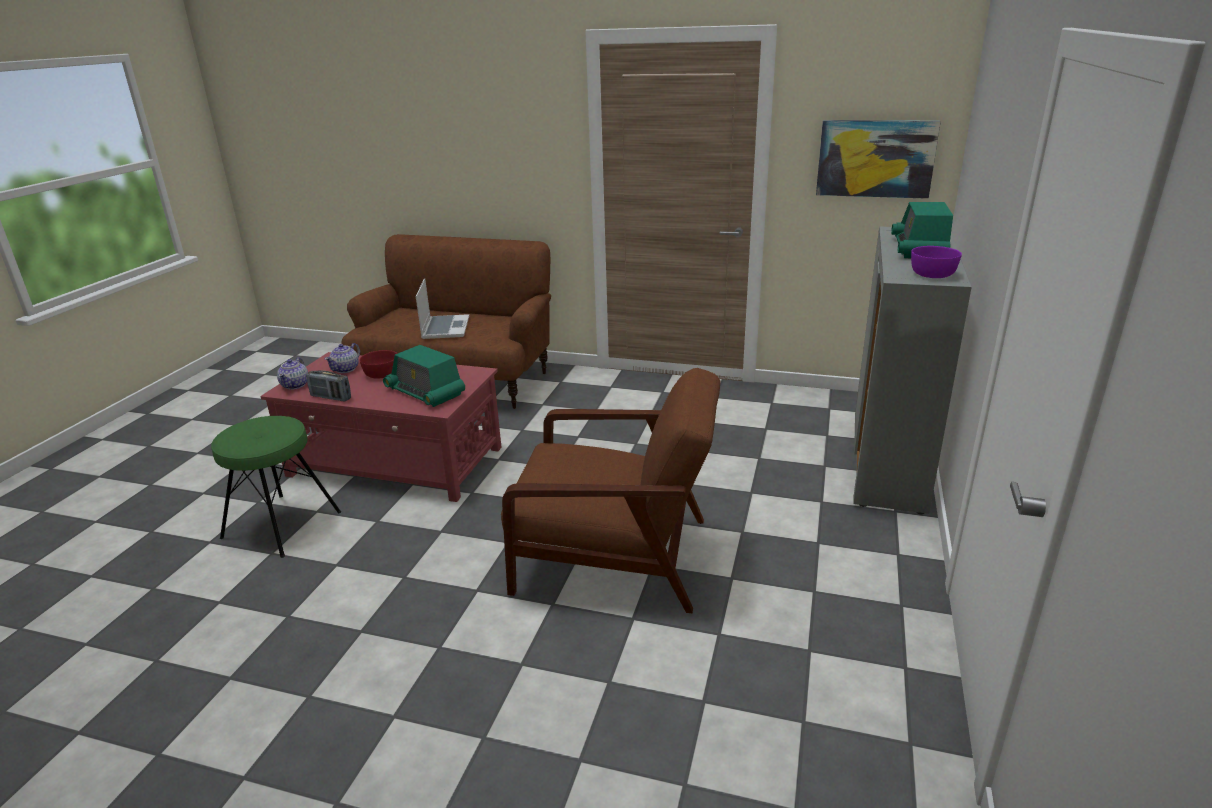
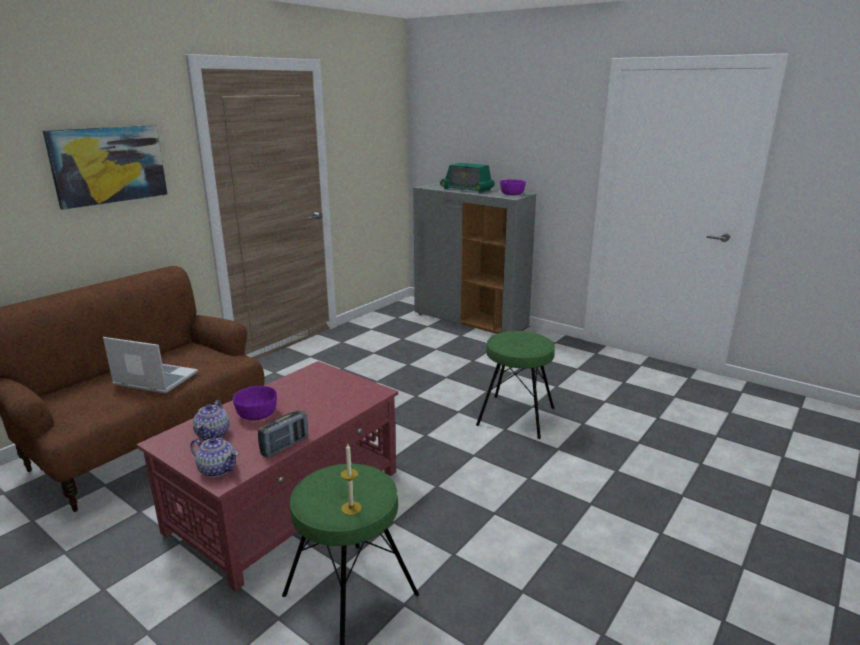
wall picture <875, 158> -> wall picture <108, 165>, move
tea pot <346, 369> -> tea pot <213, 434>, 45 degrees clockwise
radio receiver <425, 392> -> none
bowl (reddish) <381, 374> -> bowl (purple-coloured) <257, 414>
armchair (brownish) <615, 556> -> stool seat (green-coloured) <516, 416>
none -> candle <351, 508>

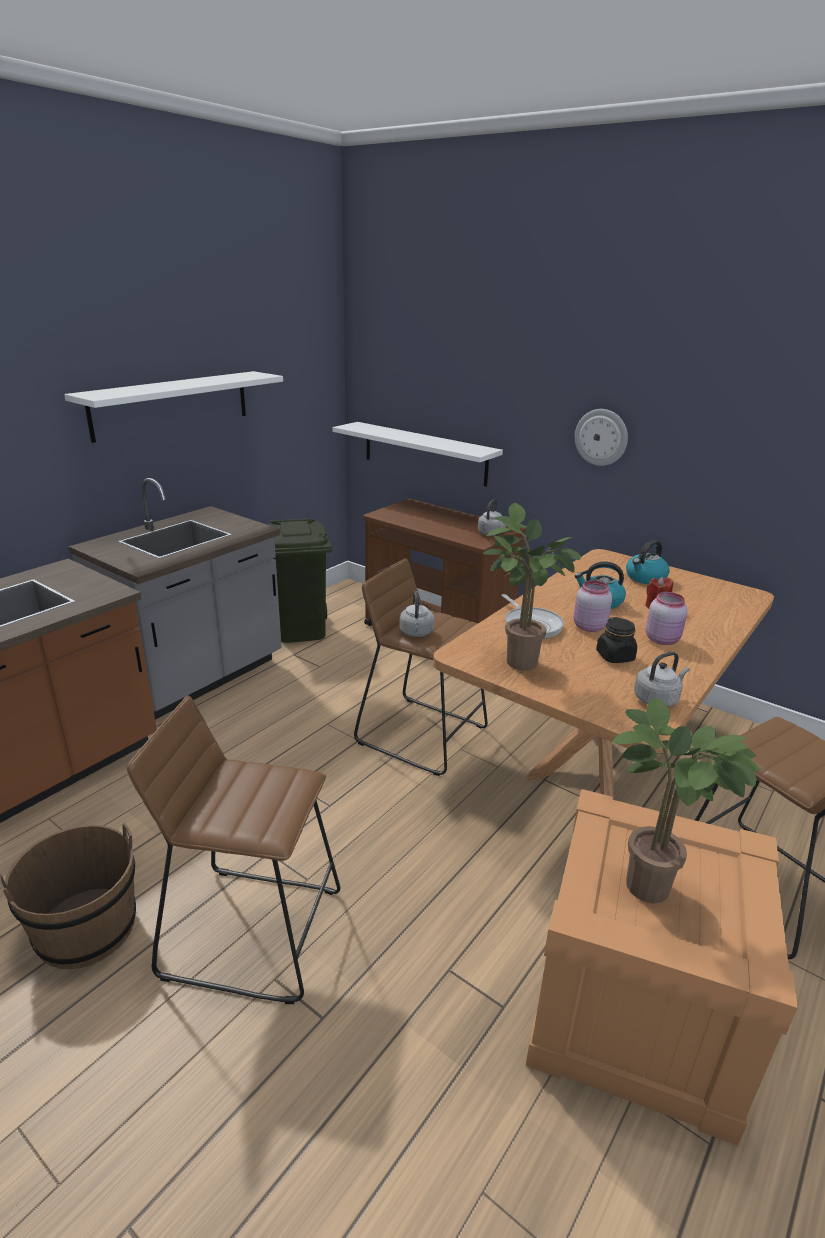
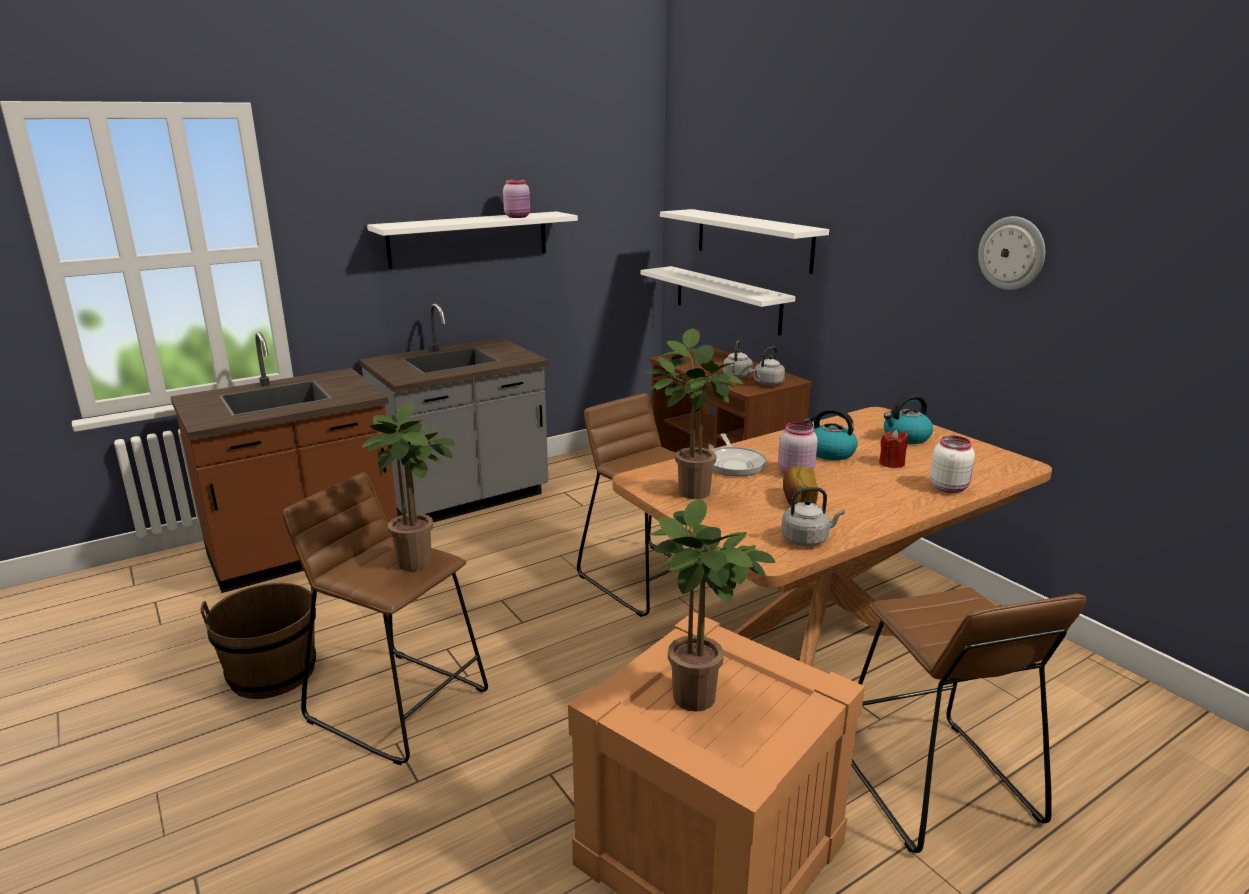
hanging clock <601, 437> -> hanging clock <1012, 253>, move
rubbish bin (green-coloured) <299, 629> -> none
kettle (gray) <416, 633> -> kettle (gray) <737, 376>, move
jar (pink-coloured) <662, 639> -> jar (pink-coloured) <518, 217>, move
jar (black) <615, 656> -> bakery bread <798, 500>
none -> wall shelf (whitish) <753, 239>
none -> houseplant <419, 564>
none -> jar (whitish) <949, 487>

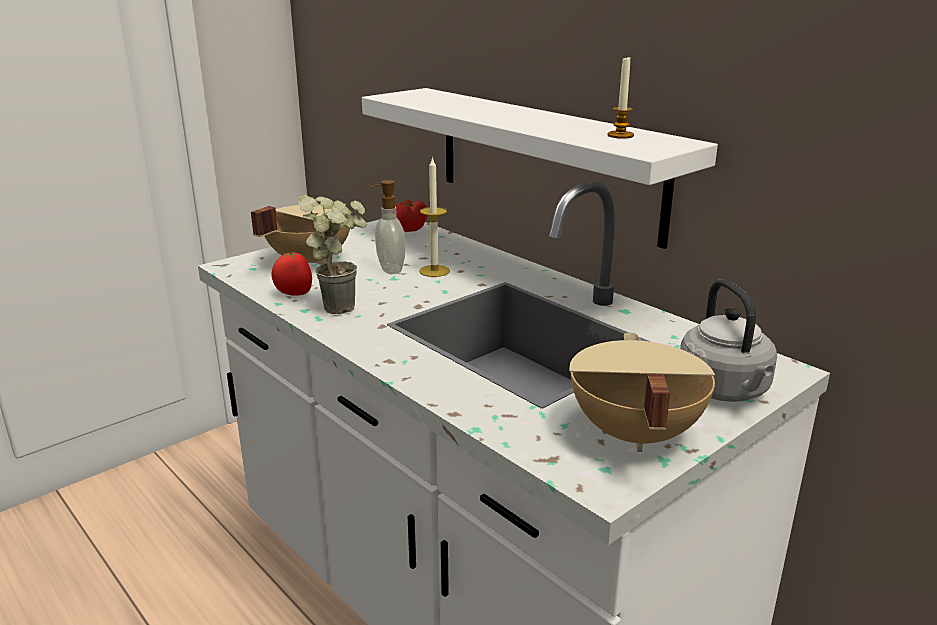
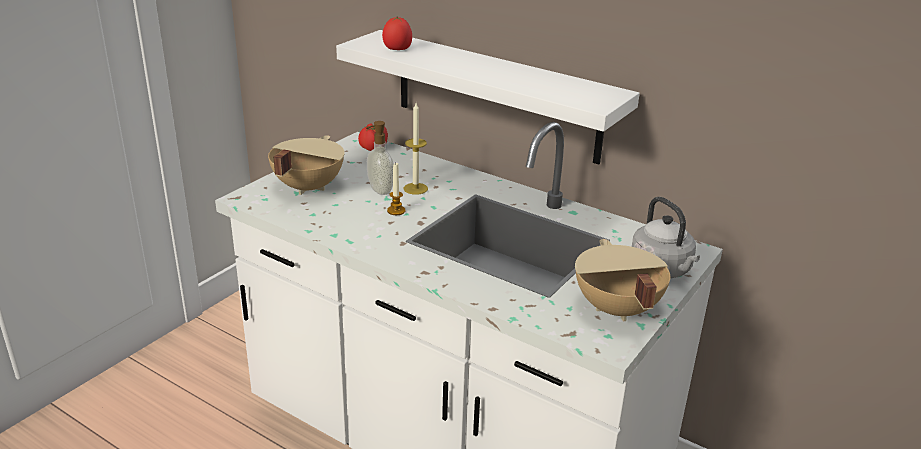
candle <620, 135> -> candle <396, 211>, move
houseplant <342, 305> -> none
tomato <294, 294> -> tomato <397, 50>, move

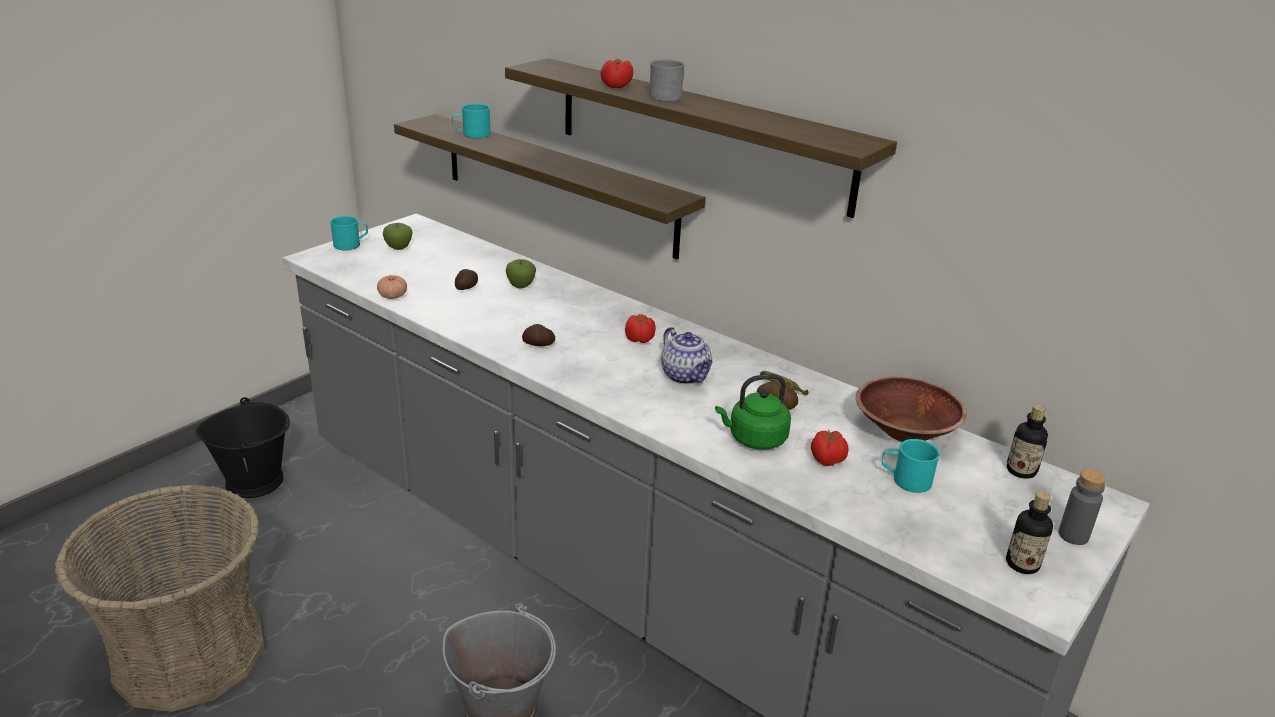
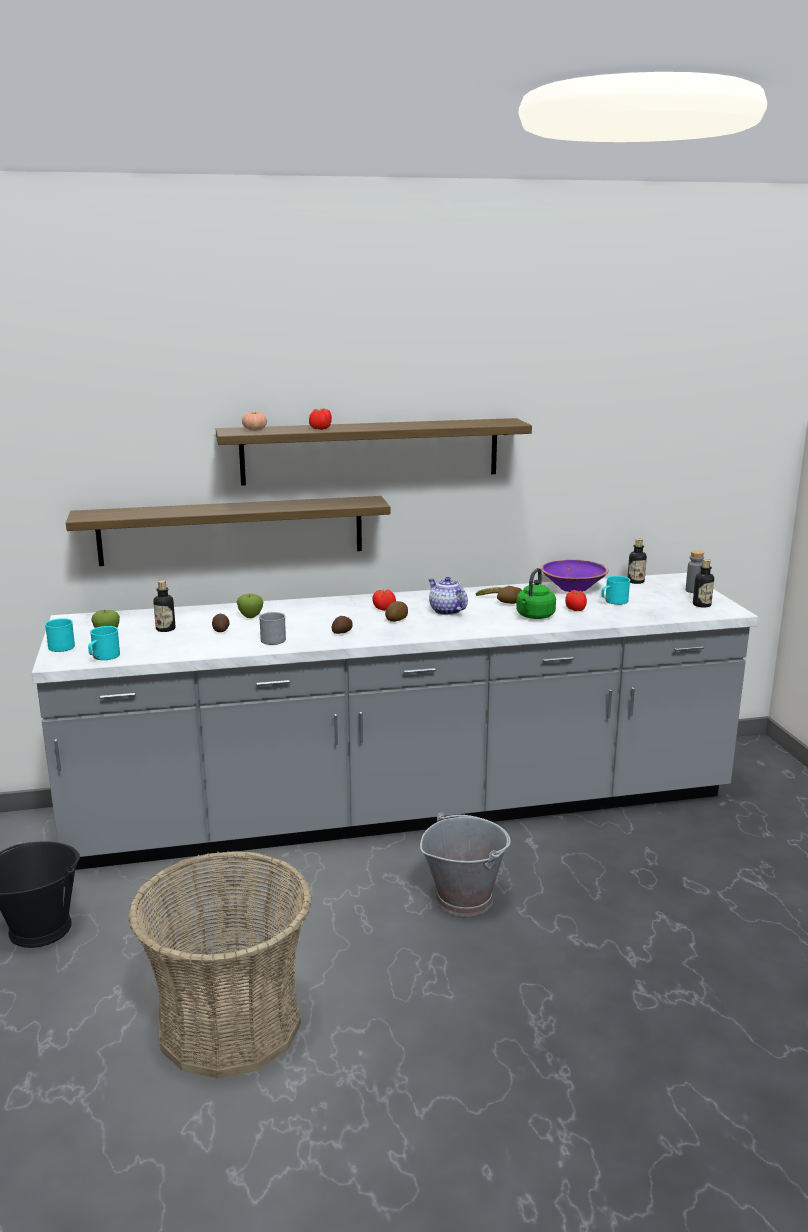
mug (gray) <668, 96> -> mug (gray) <272, 639>, move
mug (turquoise) <472, 134> -> mug (turquoise) <103, 657>, move
tomato <393, 296> -> tomato <254, 430>, move
tea pot <686, 376> -> tea pot <446, 611>, 135 degrees counterclockwise
bowl (brownish) <905, 431> -> bowl (purple-coloured) <573, 588>
none -> beverage bottle <165, 629>
none -> potato <396, 619>

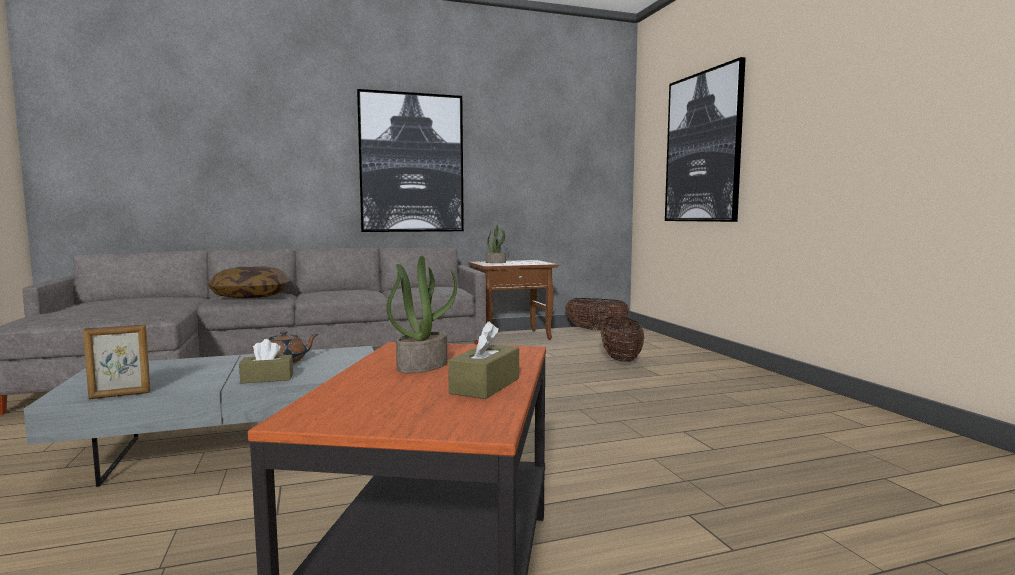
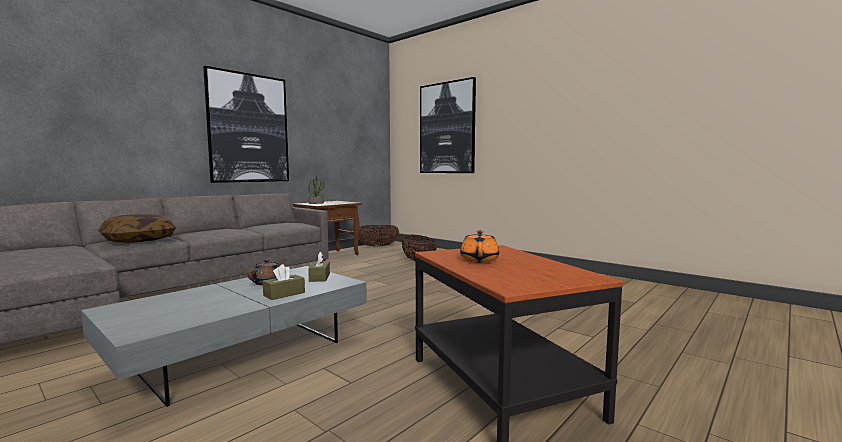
houseplant <422, 366> -> tea pot (orange-coloured) <479, 260>
box of tissues (brownish) <485, 386> -> box of tissues (brownish) <319, 277>, move
picture frame <120, 395> -> none

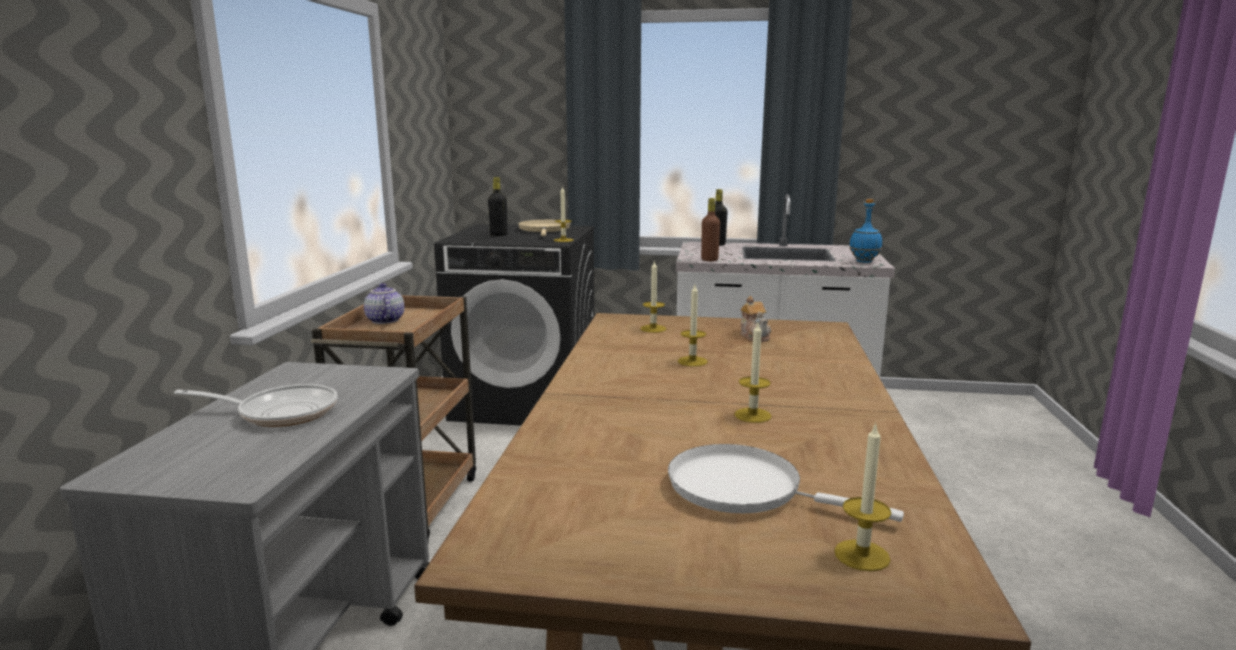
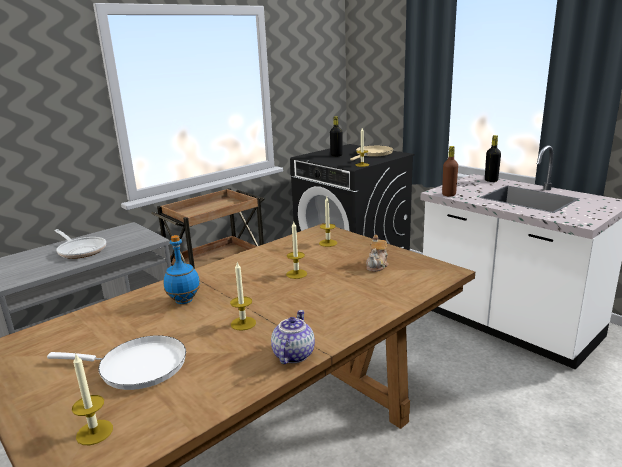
beverage bottle (bluish) <863, 261> -> beverage bottle (bluish) <184, 300>, move
tea pot <384, 320> -> tea pot <292, 354>, move
pan (whitish) <743, 489> -> pan (whitish) <137, 366>, 120 degrees clockwise

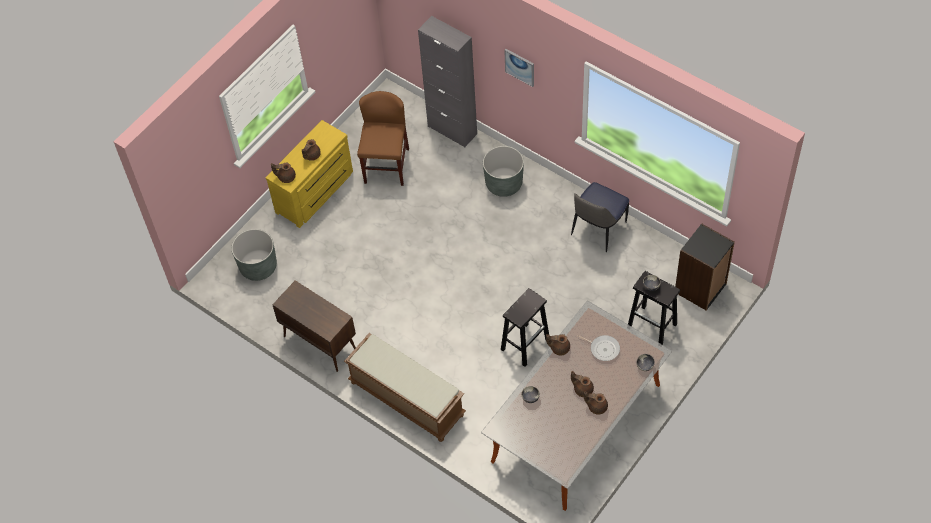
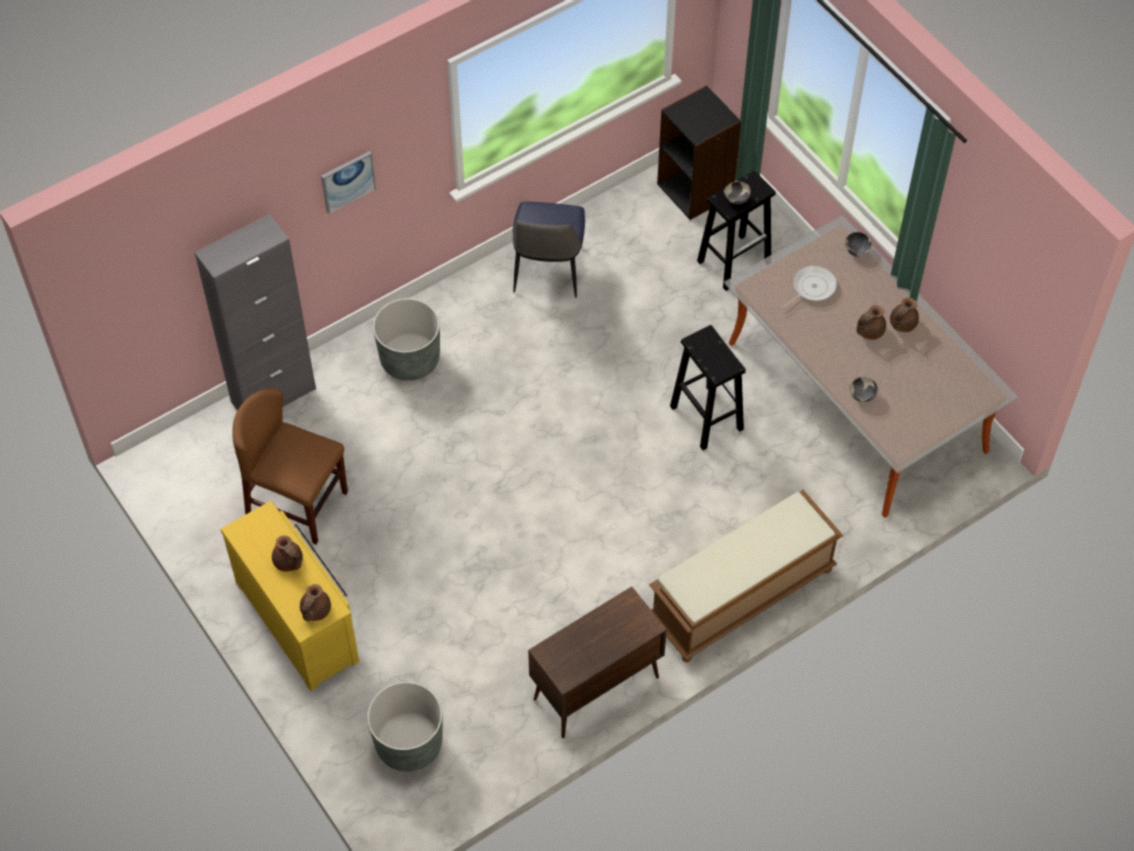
upright chair <598, 230> -> upright chair <548, 272>, 45 degrees clockwise
tea pot (brownish) <559, 348> -> none

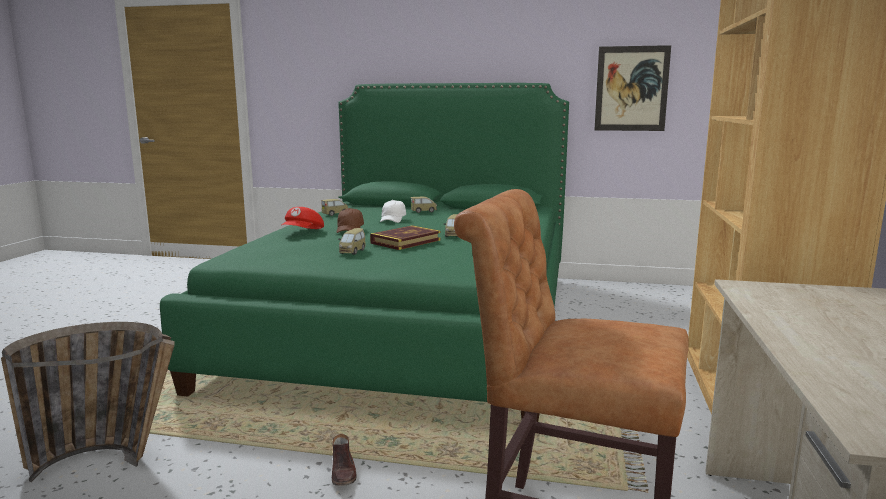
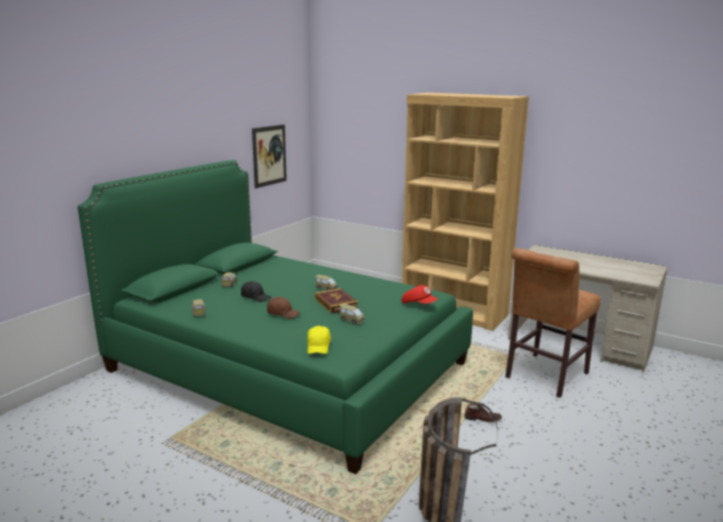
cap (whitish) <393, 220> -> cap (black) <255, 297>
cap (reddish) <303, 232> -> cap (reddish) <419, 304>, move
none -> cap (yellow-coloured) <318, 347>

